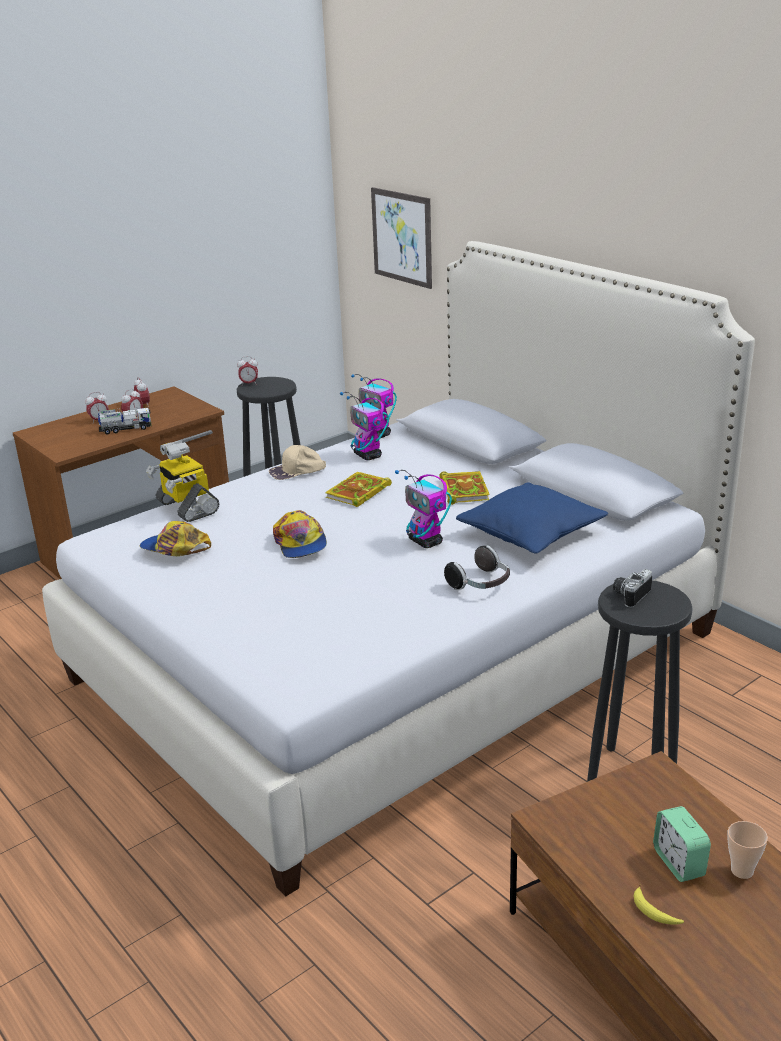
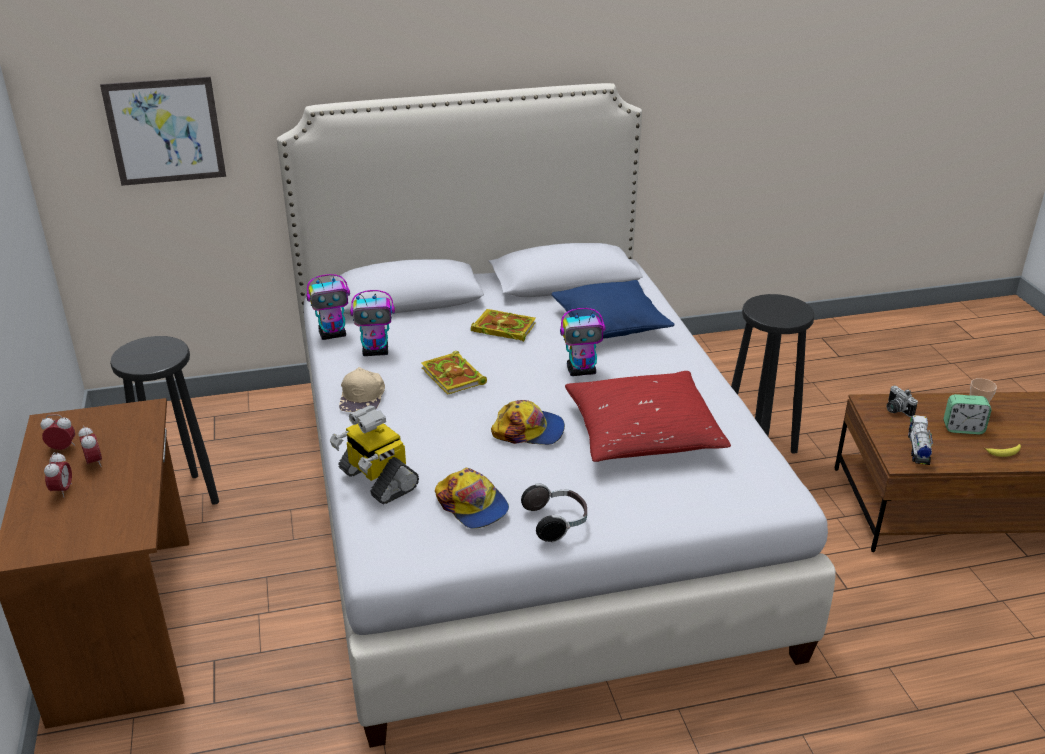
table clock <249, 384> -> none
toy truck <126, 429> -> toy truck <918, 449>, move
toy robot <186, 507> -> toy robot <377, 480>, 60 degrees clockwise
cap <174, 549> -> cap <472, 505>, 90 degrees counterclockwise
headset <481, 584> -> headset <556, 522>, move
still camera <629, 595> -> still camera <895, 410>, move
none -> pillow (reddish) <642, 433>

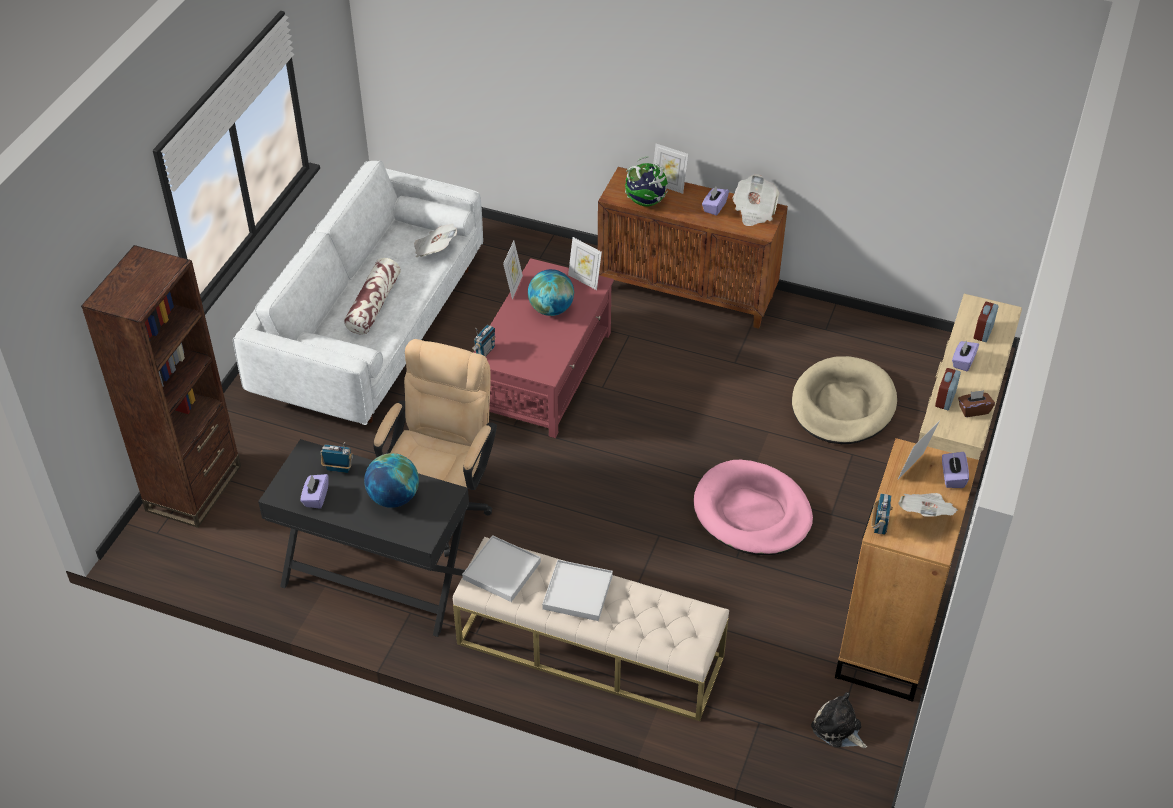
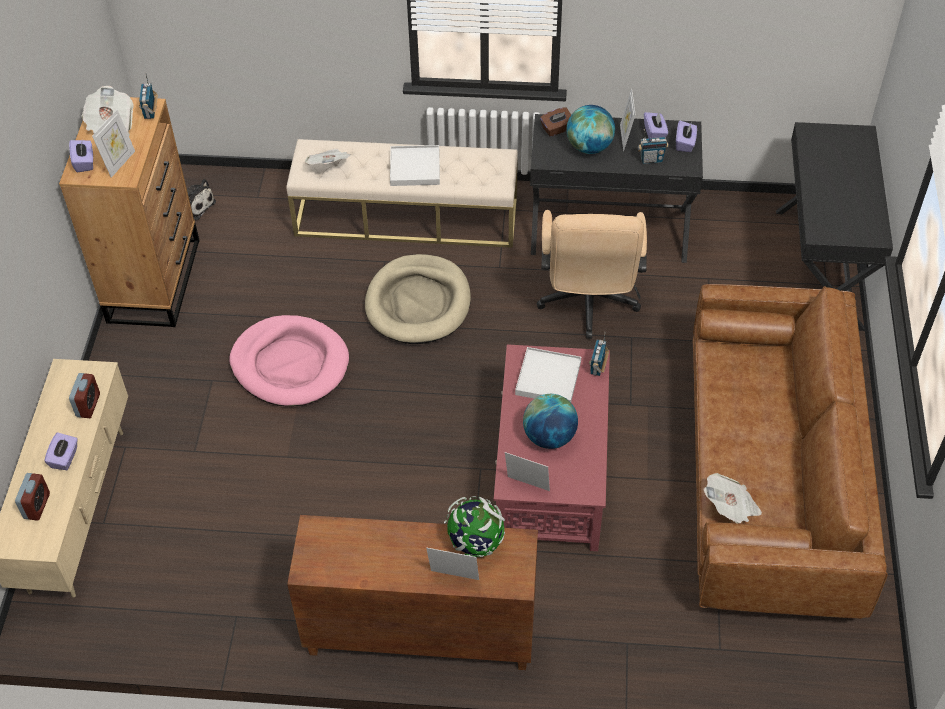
couch (whitish) <371, 330> -> couch (brownish) <769, 480>
daily paper <754, 211> -> daily paper <329, 166>, move
box of tissues (purple-coloured) <714, 207> -> box of tissues (purple-coloured) <685, 143>, move
picture frame <513, 286> -> picture frame <625, 137>, move
shelving unit (brownish) <194, 488> -> desk unit (black) <820, 268>
pillow <374, 304> -> none
dog bed (sand-coloured) <843, 405> -> dog bed (sand-coloured) <418, 303>, move
box of tissues (brownish) <973, 410> -> box of tissues (brownish) <557, 129>, move
carrying tray (whitish) <501, 571> -> carrying tray (whitish) <548, 378>, move

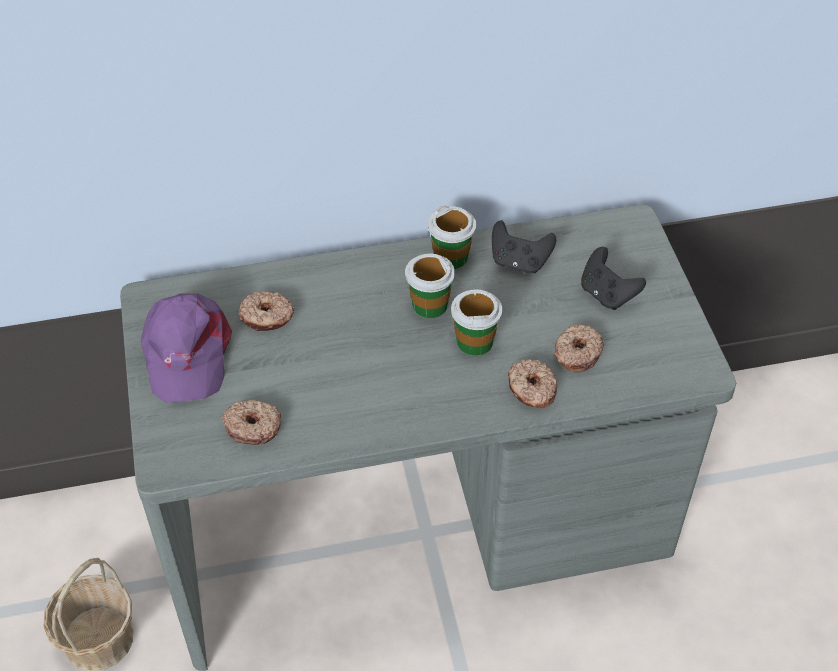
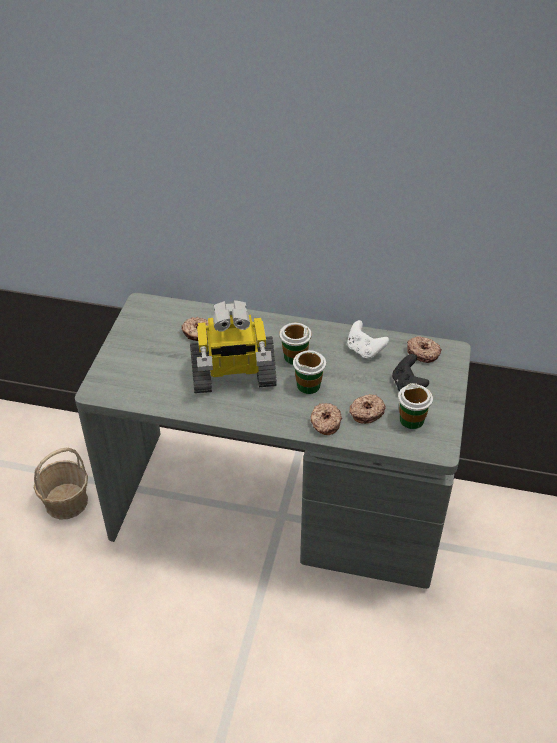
cup <451, 257> -> cup <411, 420>, move
gamepad (black) <519, 262> -> gamepad (whitish) <364, 350>
cap (purple-coloured) <186, 353> -> none
doughnut <253, 426> -> doughnut <423, 353>, move
none -> toy robot <233, 376>

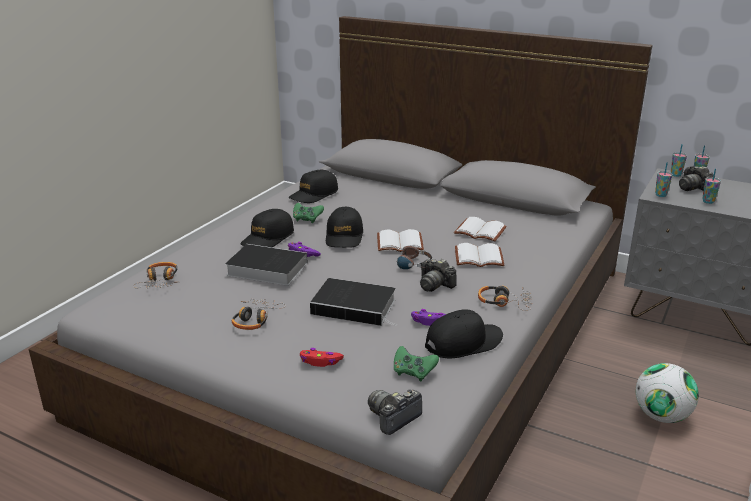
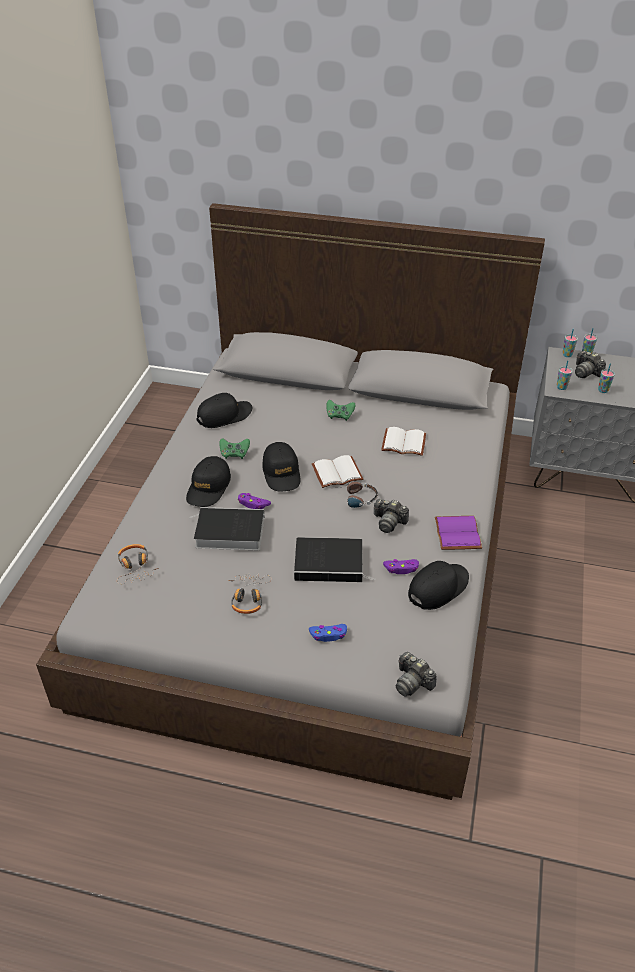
cap (black) <314, 194> -> cap (black) <224, 416>, 150 degrees counterclockwise
bound book (whitish) <479, 257> -> none
headset <504, 302> -> bound book (purple-coloured) <456, 533>
gamepad (green-coloured) <413, 372> -> gamepad (green-coloured) <339, 415>, move
gamepad (reddish) <320, 361> -> gamepad (bluish) <328, 635>
ball for football <661, 416> -> none
still camera <393, 418> -> still camera <412, 682>, 75 degrees counterclockwise

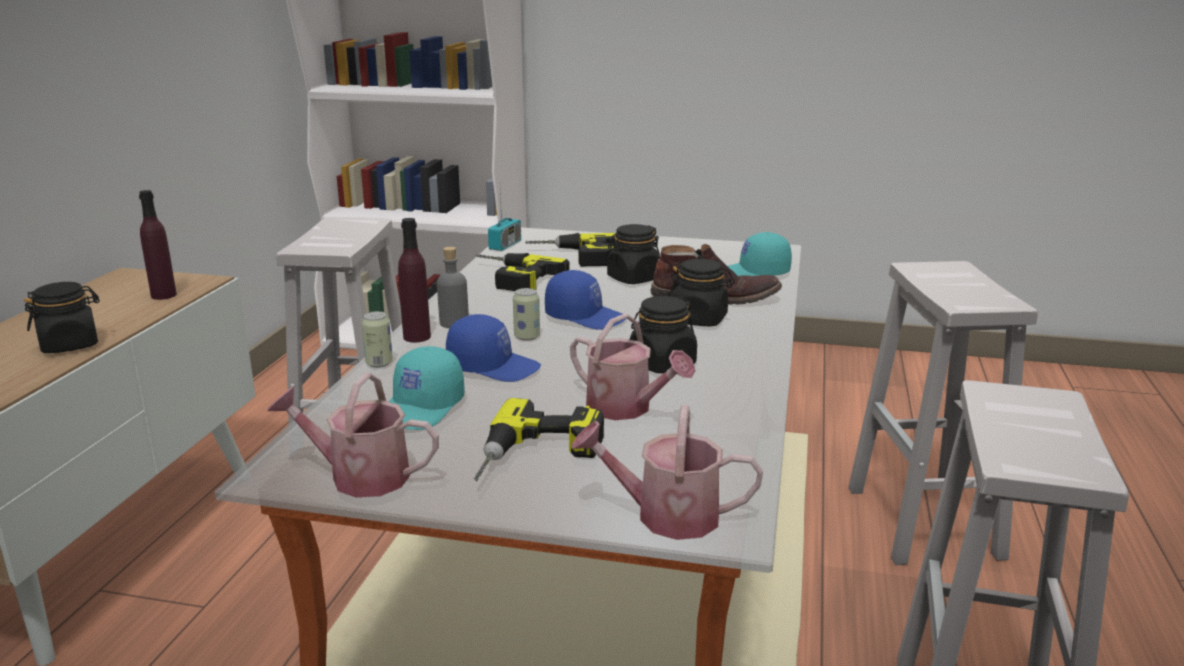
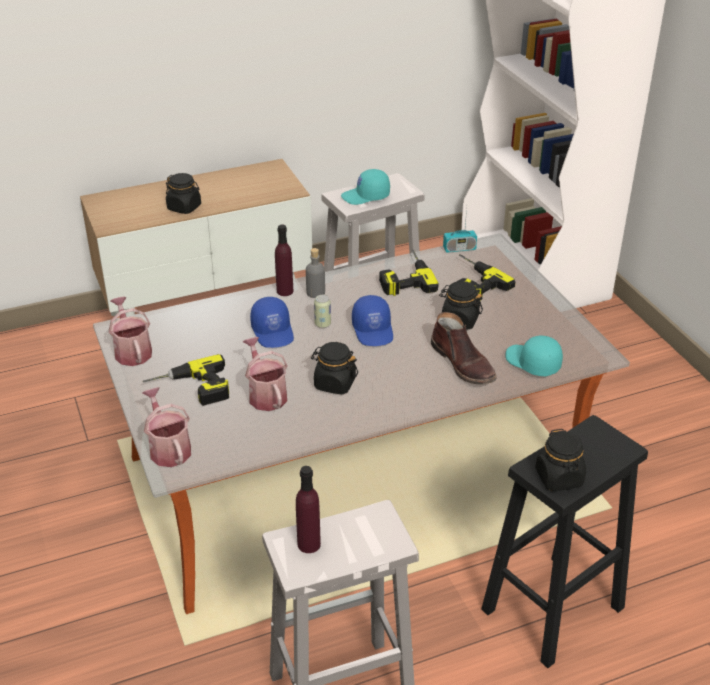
beverage bottle (purple-coloured) <163, 295> -> beverage bottle (purple-coloured) <309, 544>, move
jar (black) <699, 319> -> jar (black) <559, 478>, move
stool seat (whitish) <925, 523> -> stool seat (black) <551, 610>
metal can <379, 363> -> none
watering pot <626, 408> -> watering pot <265, 394>, 150 degrees clockwise
cap (turquoise) <422, 409> -> cap (turquoise) <366, 196>, move

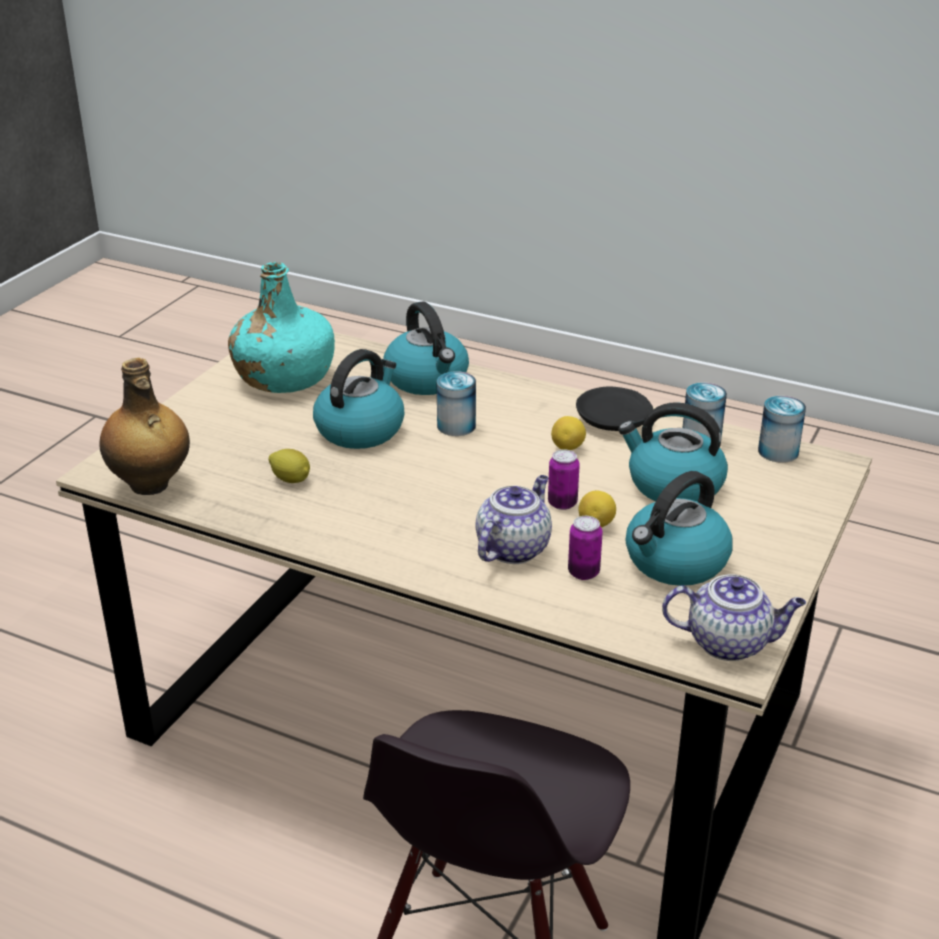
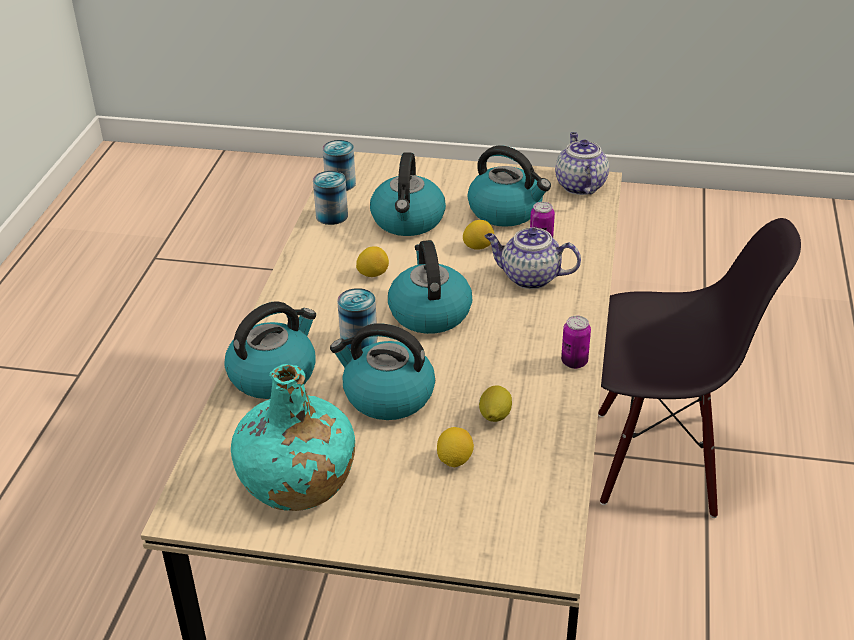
beverage bottle <150, 485> -> none
plate (black) <614, 420> -> none
metal can <562, 503> -> metal can <574, 362>, move
none -> kettle <429, 312>
none -> whole lemon <454, 460>

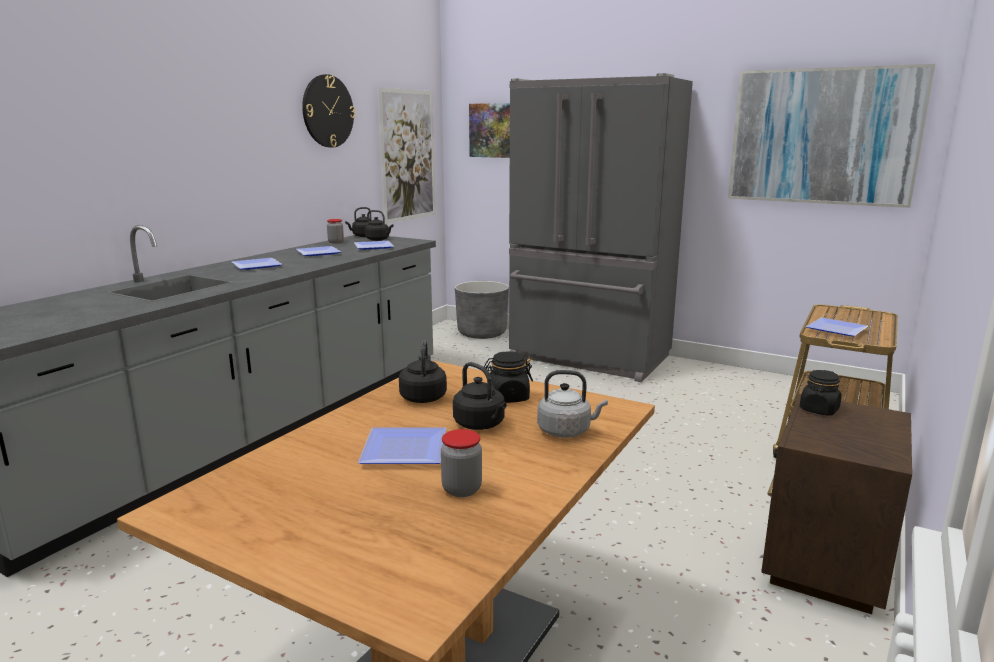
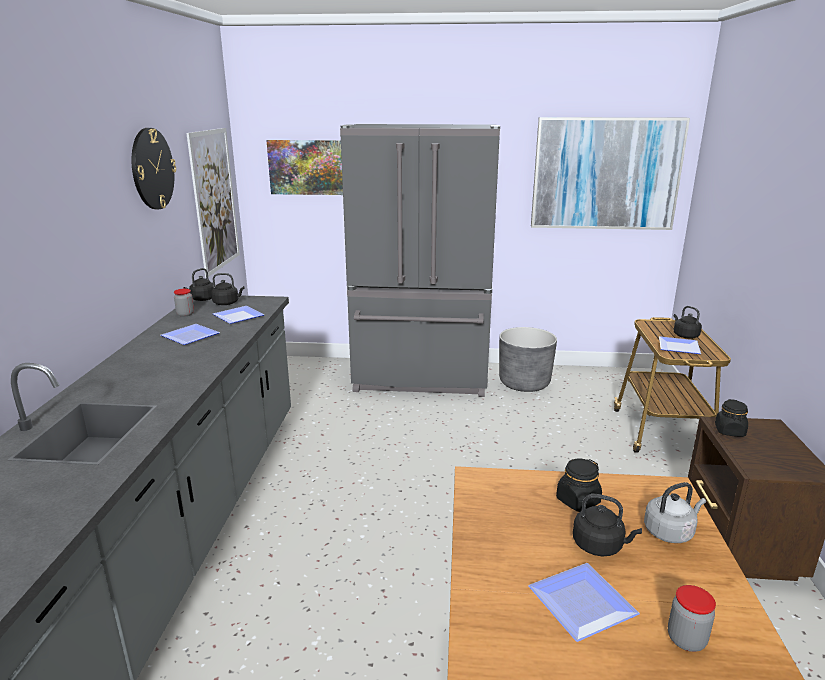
plate <258, 266> -> none
plant pot (gray) <482, 333> -> plant pot (gray) <524, 383>, move
kettle (black) <423, 397> -> kettle (black) <684, 335>, move

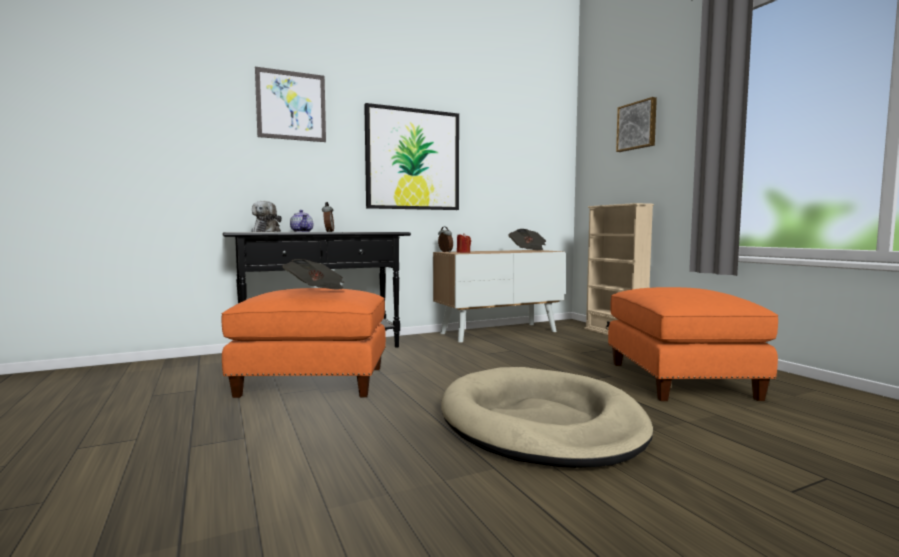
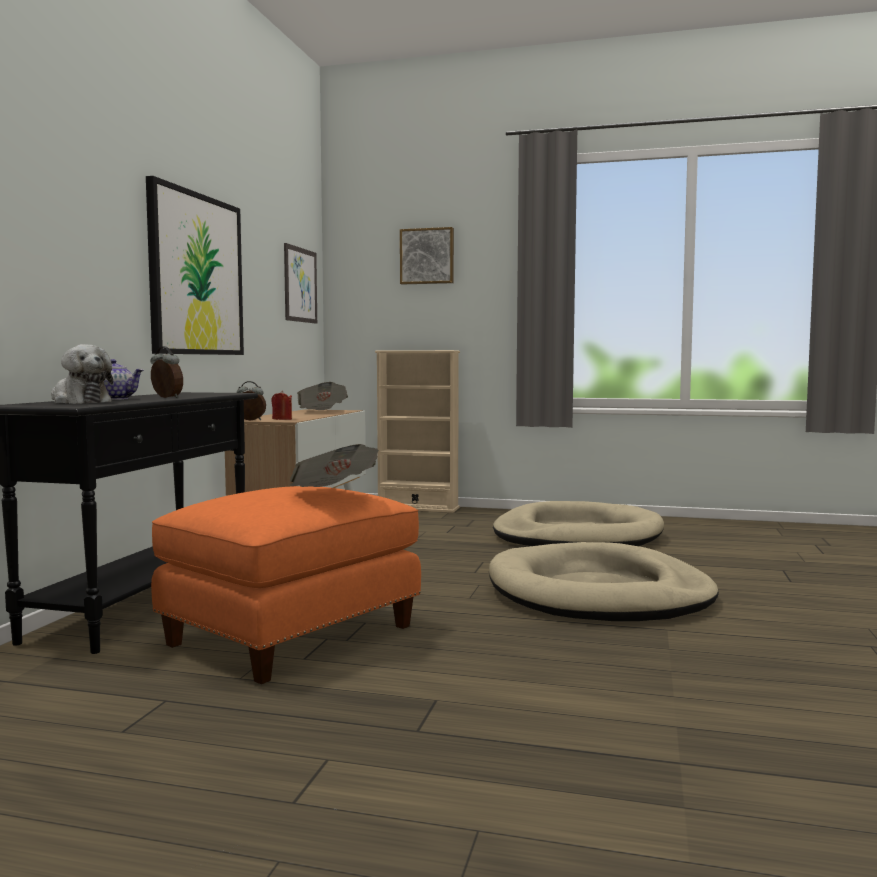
wall picture <291, 106> -> wall picture <300, 285>, move
ottoman (orange-coloured) <678, 380> -> dog bed (sand-coloured) <577, 536>

